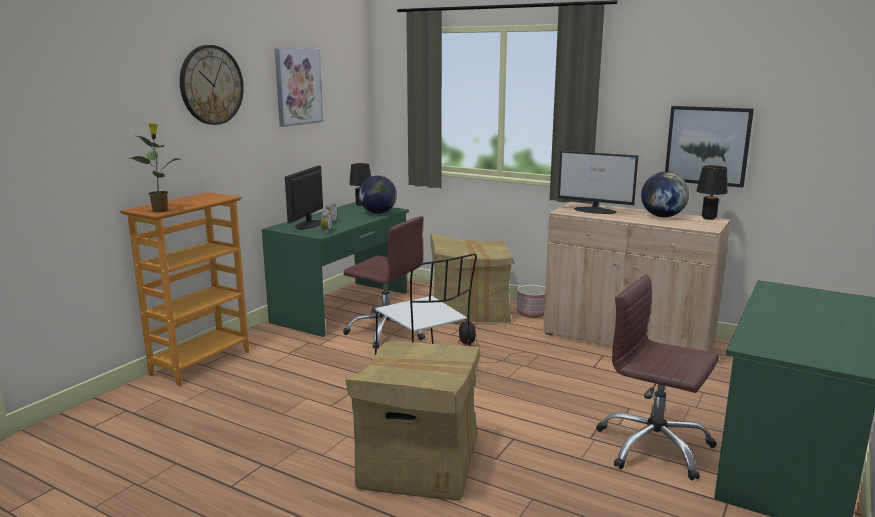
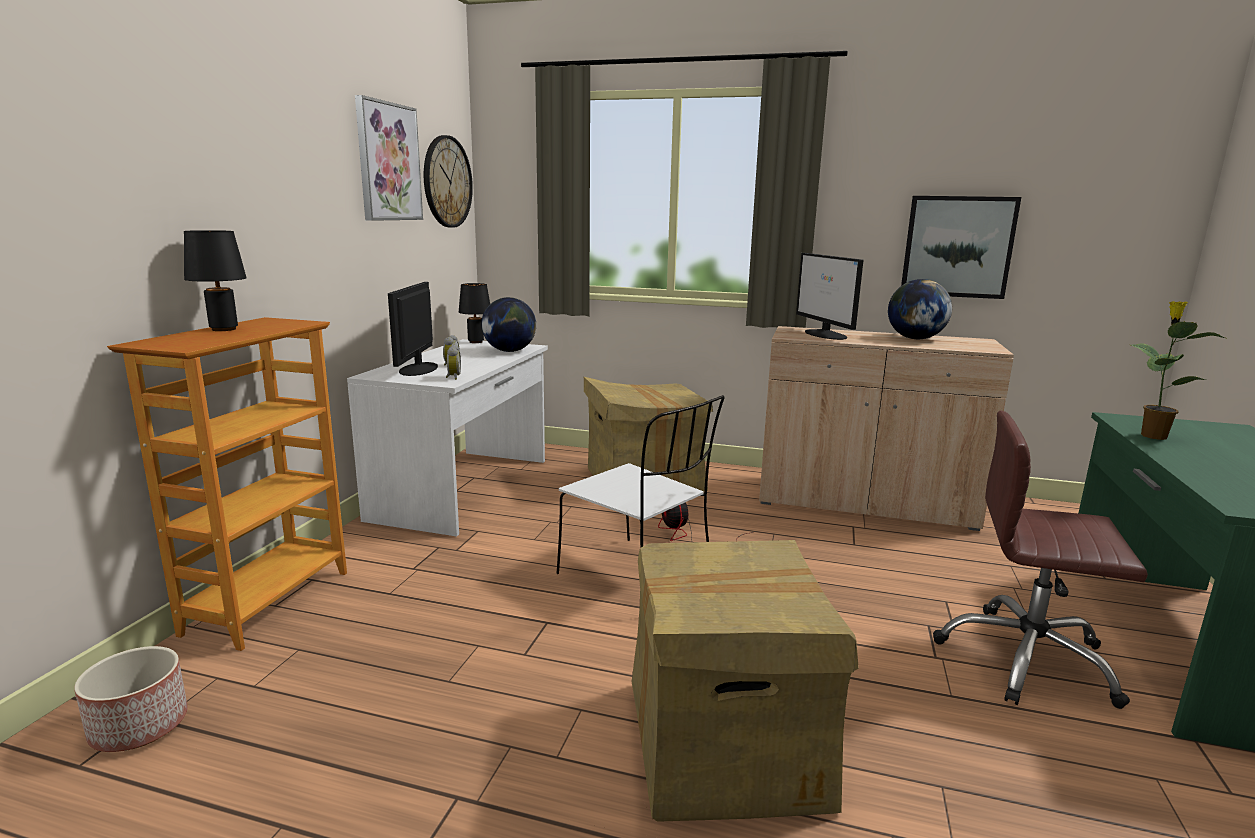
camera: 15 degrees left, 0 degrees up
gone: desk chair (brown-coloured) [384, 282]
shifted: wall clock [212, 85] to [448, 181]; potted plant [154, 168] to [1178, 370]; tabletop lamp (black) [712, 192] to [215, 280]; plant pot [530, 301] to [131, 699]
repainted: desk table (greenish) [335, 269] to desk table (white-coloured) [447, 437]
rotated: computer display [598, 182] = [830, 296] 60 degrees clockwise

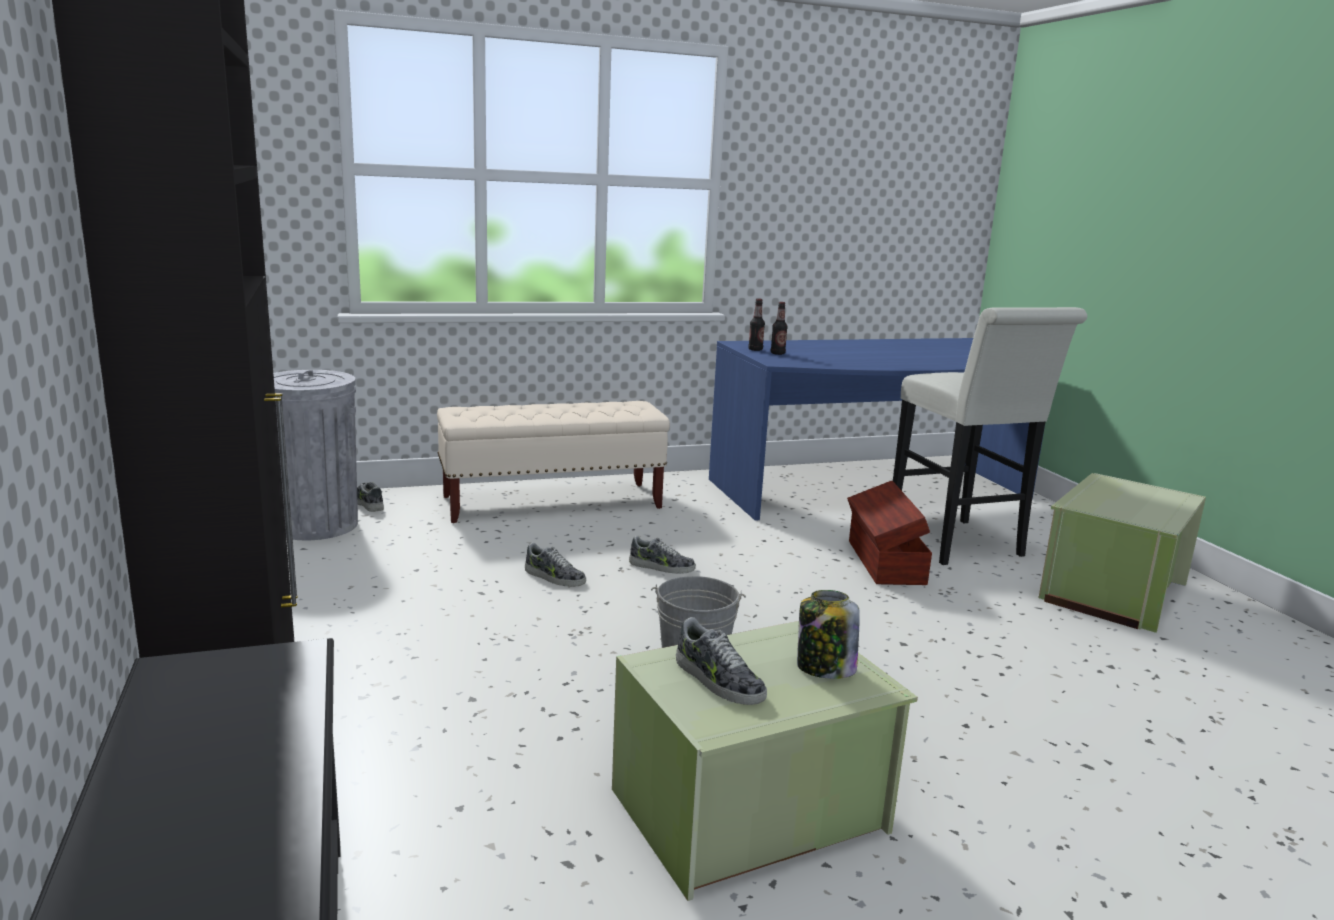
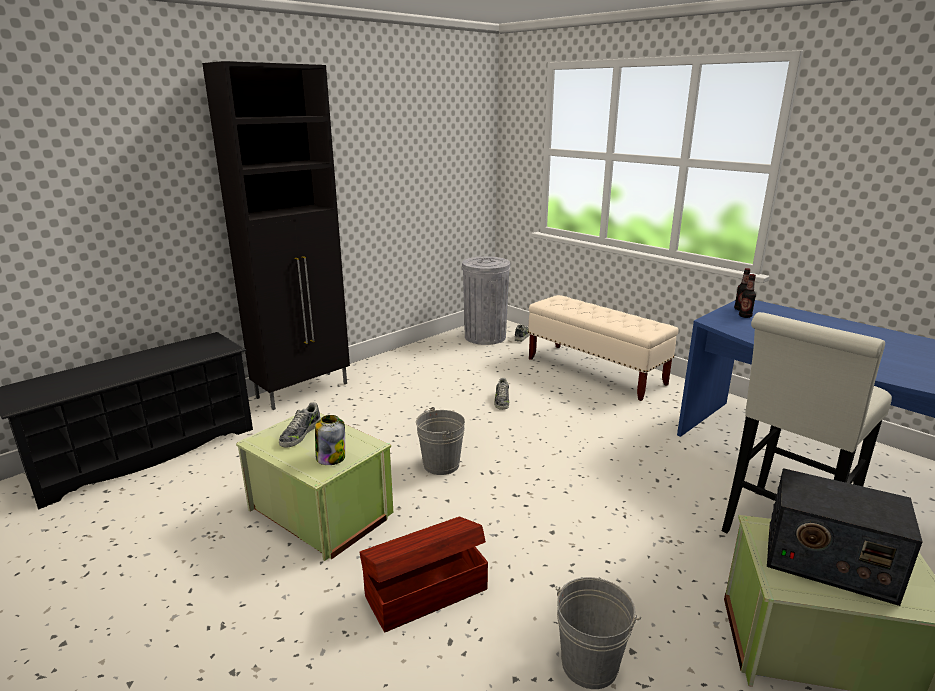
camera: 65 degrees right, 5 degrees up
gone: item of footwear [662, 555]
new: radio set [844, 537]; water bucket (gray) [598, 633]
shifted: storage box (brown-coloured) [889, 533] to [423, 574]

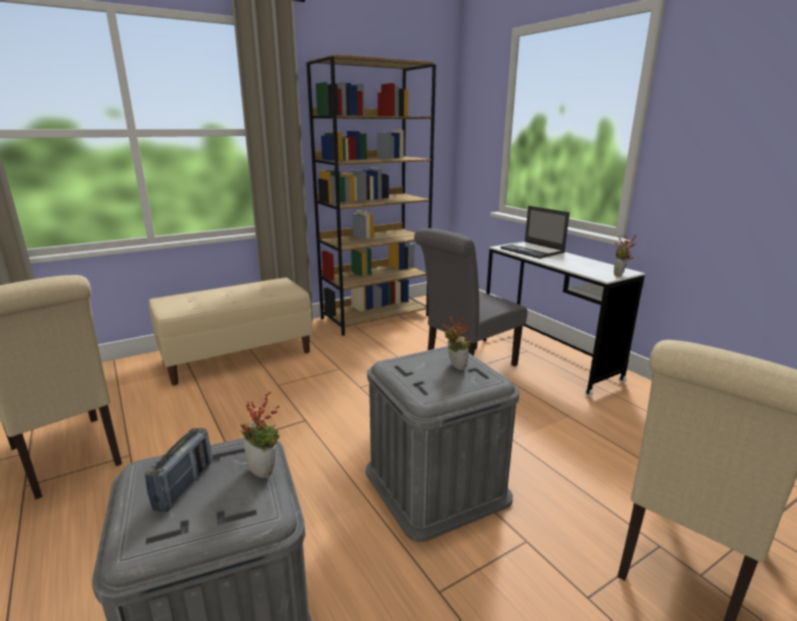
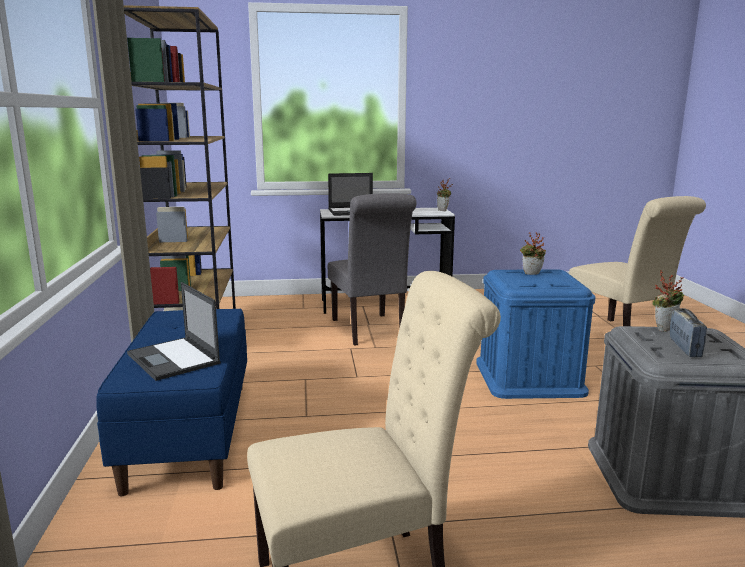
camera: 65 degrees left, 5 degrees down
new: notebook computer [174, 331]
repainted: indoor bench (beige-coloured) [231, 331] to indoor bench (bluish) [171, 402]; storage box (gray) [442, 444] to storage box (bluish) [536, 334]
rotated: radio set [178, 470] = [688, 332] 60 degrees clockwise

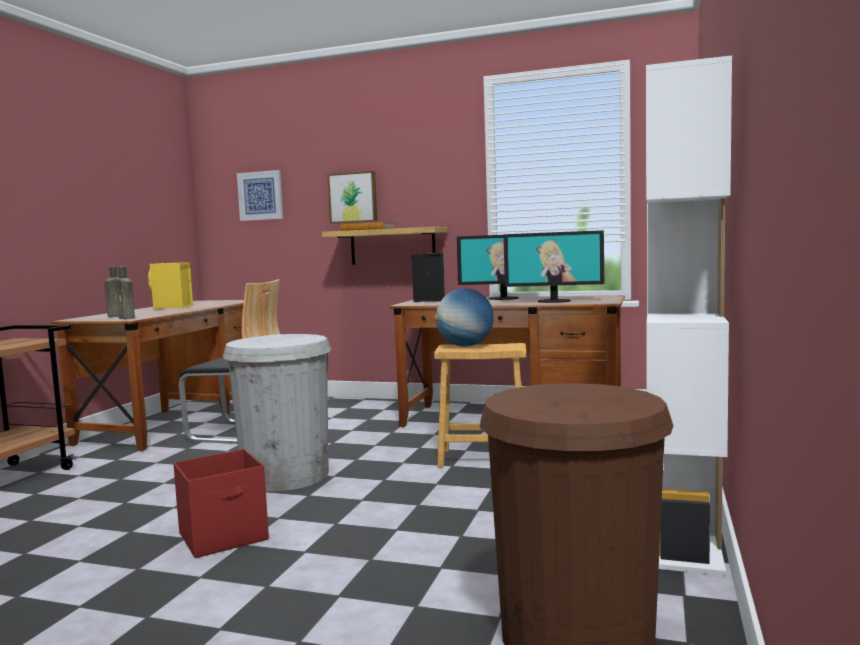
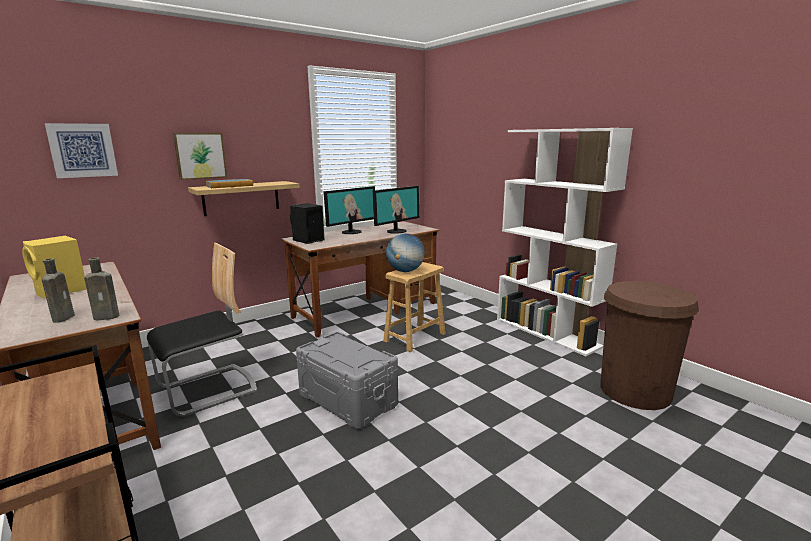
camera: 55 degrees left, 10 degrees up
gone: storage box (red-coloured) [221, 503]
swapped: trash can (white-coloured) [277, 412] to storage box (gray) [347, 380]

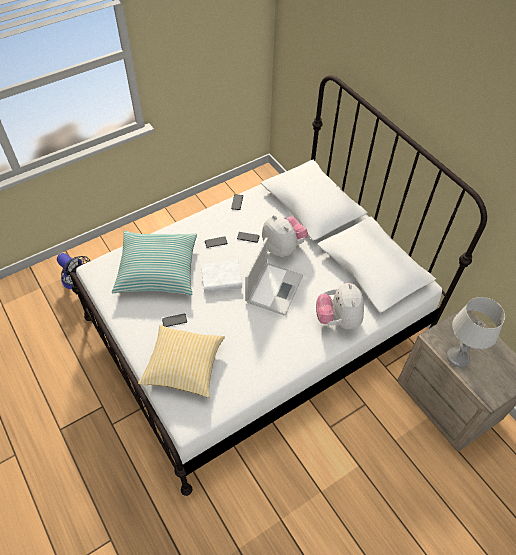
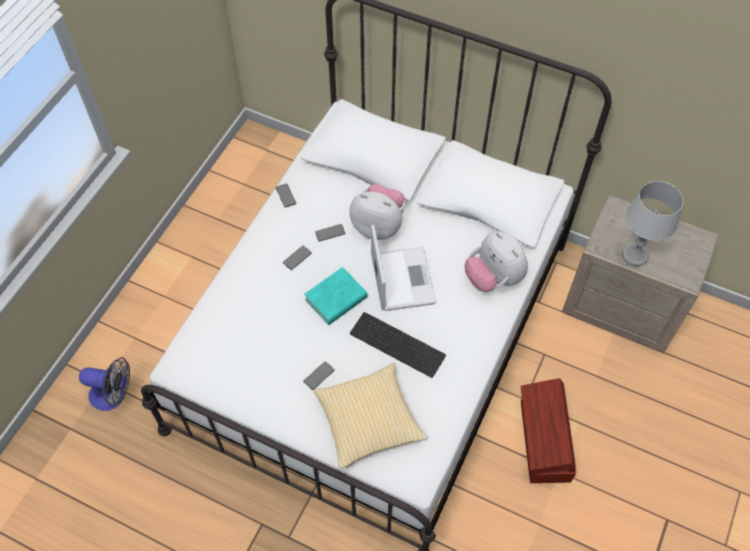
camera: 30 degrees left, 5 degrees up
gone: cushion [154, 263]
new: computer keyboard [398, 345]; storage box (brown-coloured) [548, 430]
repainted: bound book (white-coloured) [221, 276] to bound book (turquoise-coloured) [336, 296]

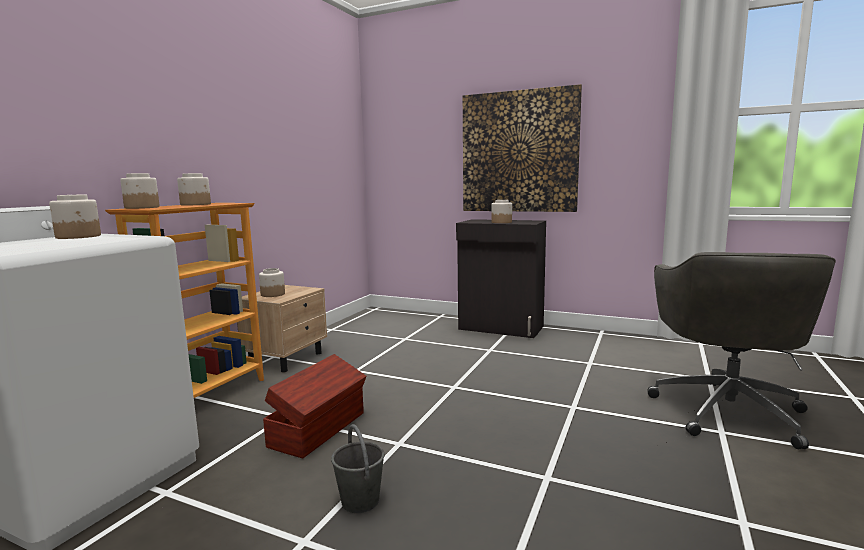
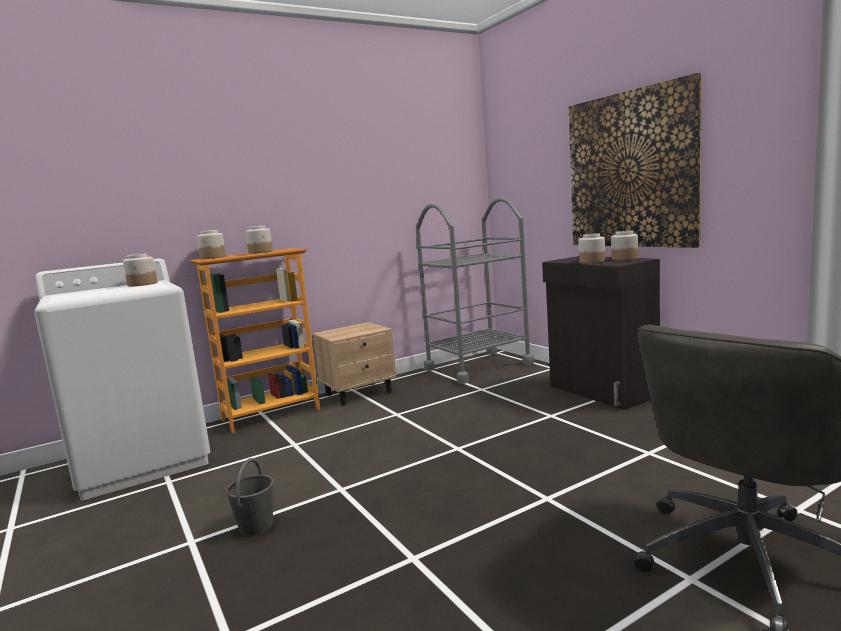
camera: 35 degrees right, 0 degrees up
gone: storage box (brown-coloured) [314, 406]
new: cart (gray) [475, 291]
shifted: jar [272, 282] to [624, 246]

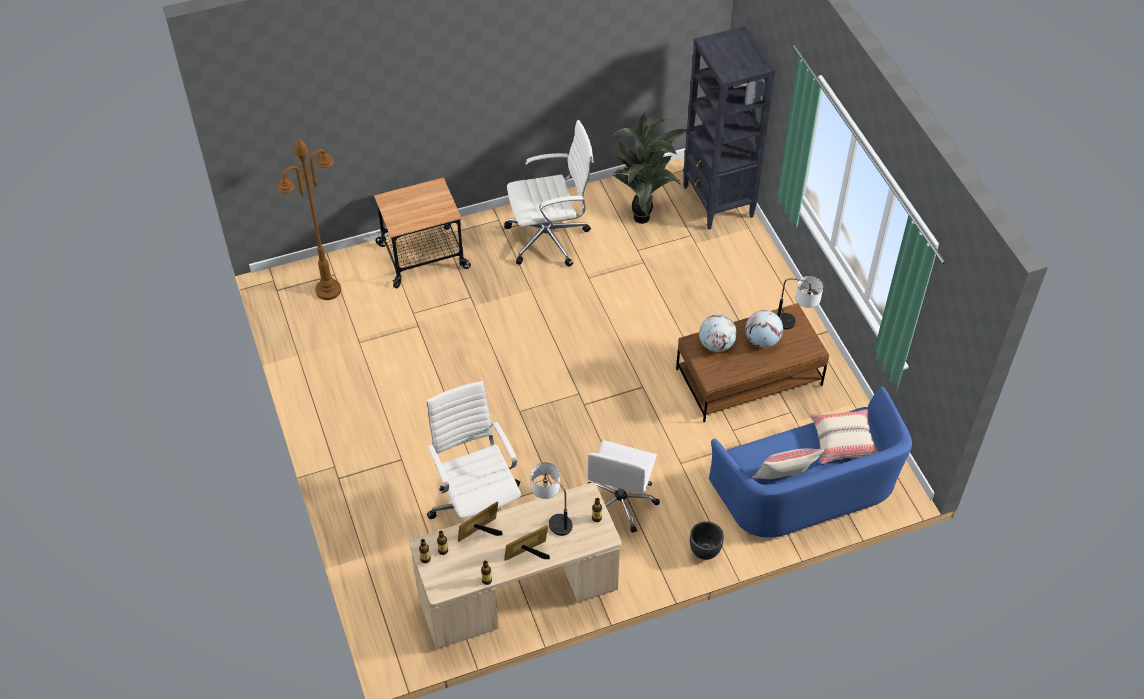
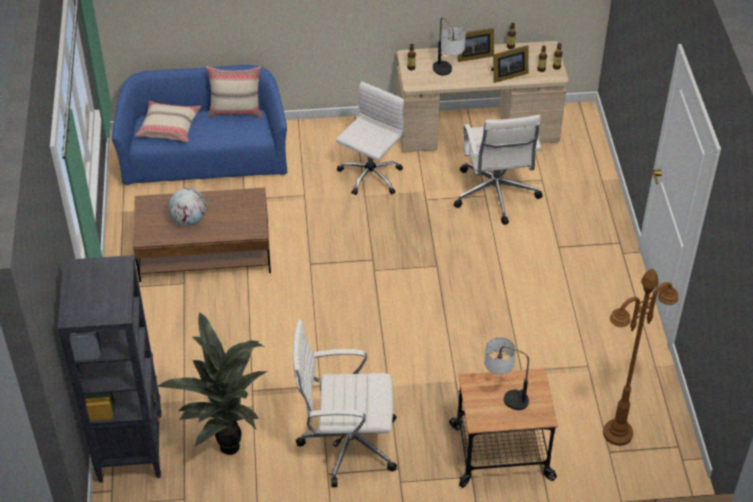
camera: 165 degrees left, 5 degrees down
gone: world globe [718, 333]; plant pot (black) [707, 540]
shifted: tabletop lamp [799, 302] to [507, 373]

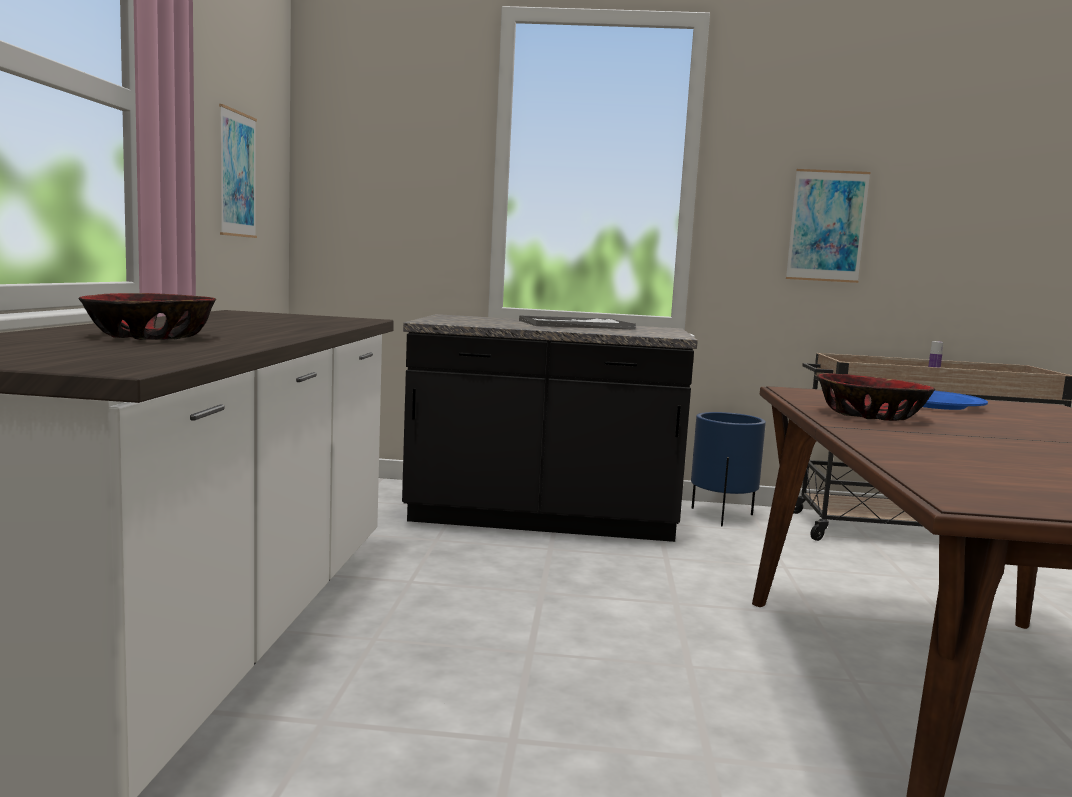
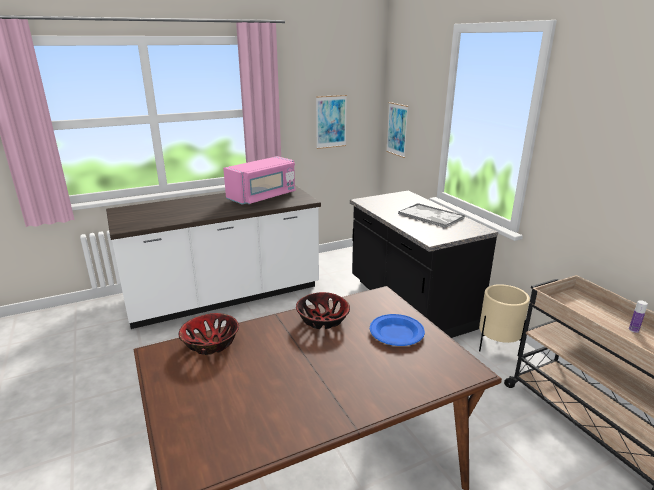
camera: 60 degrees right, 15 degrees up
new: kitchen microwave (pink-coloured) [259, 180]
shifted: picture [828, 226] to [397, 130]; serving bowl [147, 316] to [209, 334]
repainted: plant pot (bluish) [728, 469] to plant pot (beige-coloured) [504, 320]

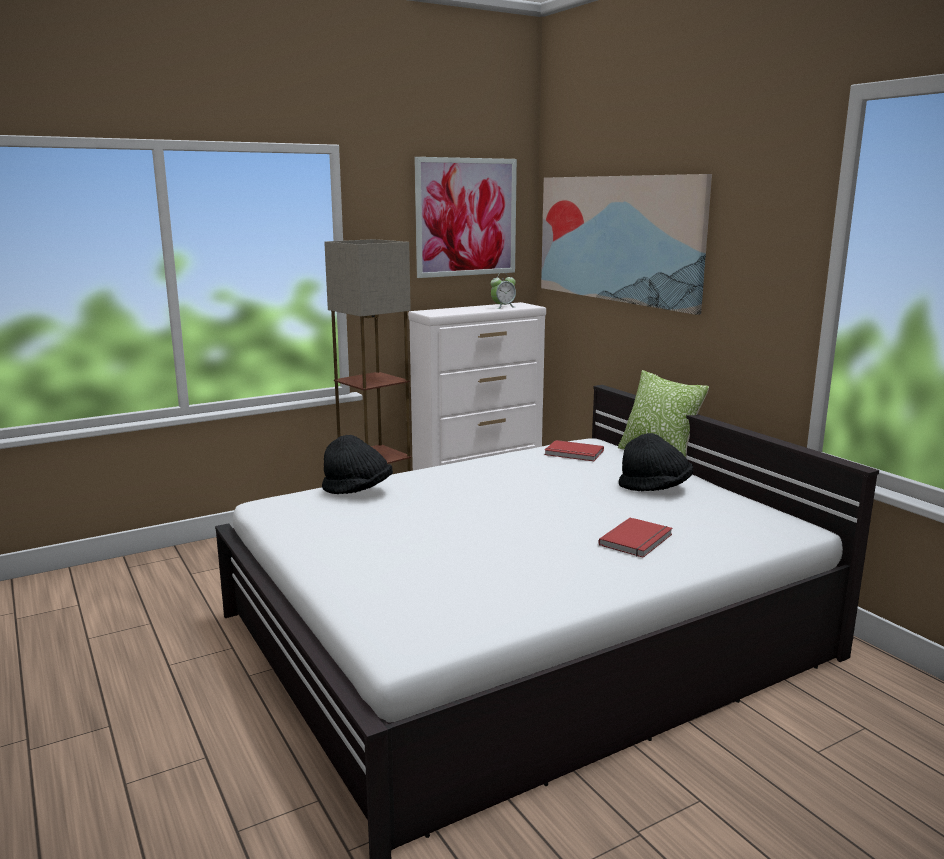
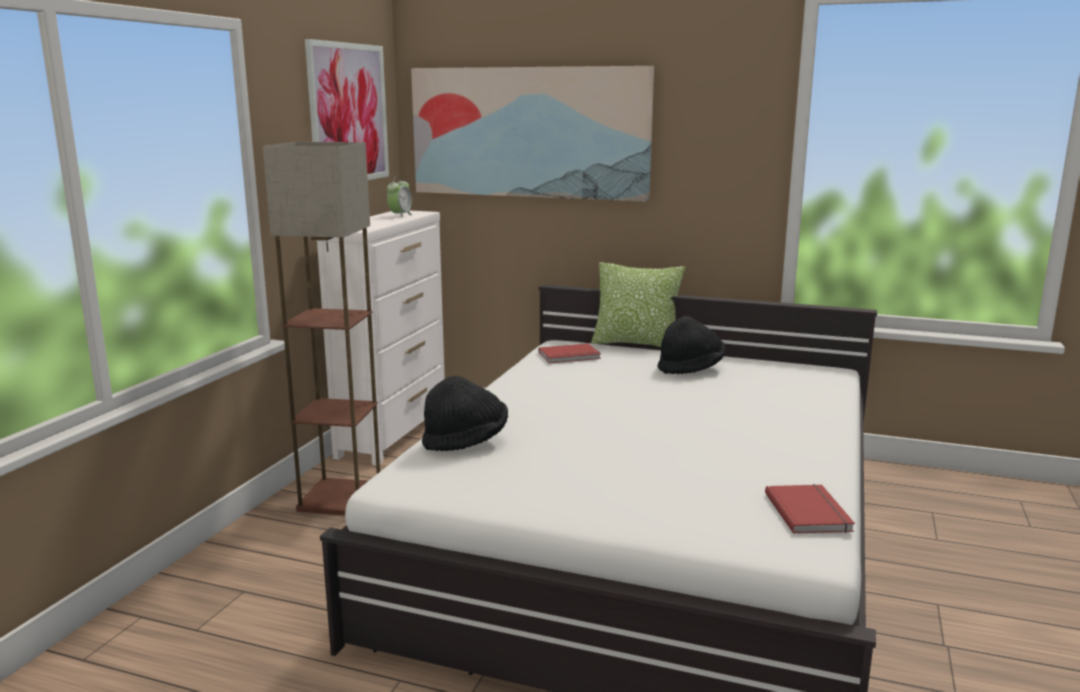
camera: 40 degrees left, 0 degrees up
shifted: bound book (red-coloured) [635, 537] to [810, 509]

